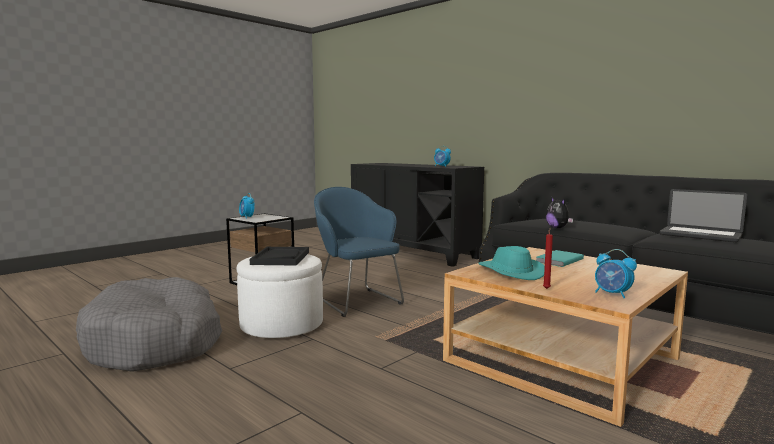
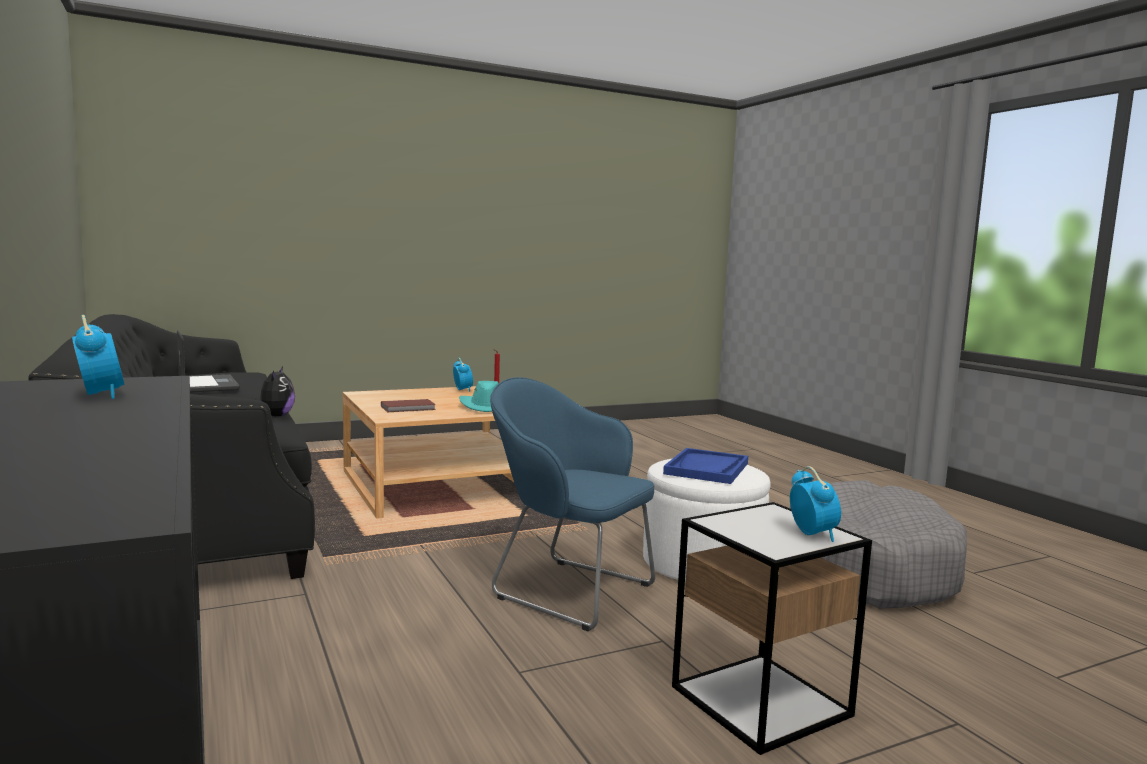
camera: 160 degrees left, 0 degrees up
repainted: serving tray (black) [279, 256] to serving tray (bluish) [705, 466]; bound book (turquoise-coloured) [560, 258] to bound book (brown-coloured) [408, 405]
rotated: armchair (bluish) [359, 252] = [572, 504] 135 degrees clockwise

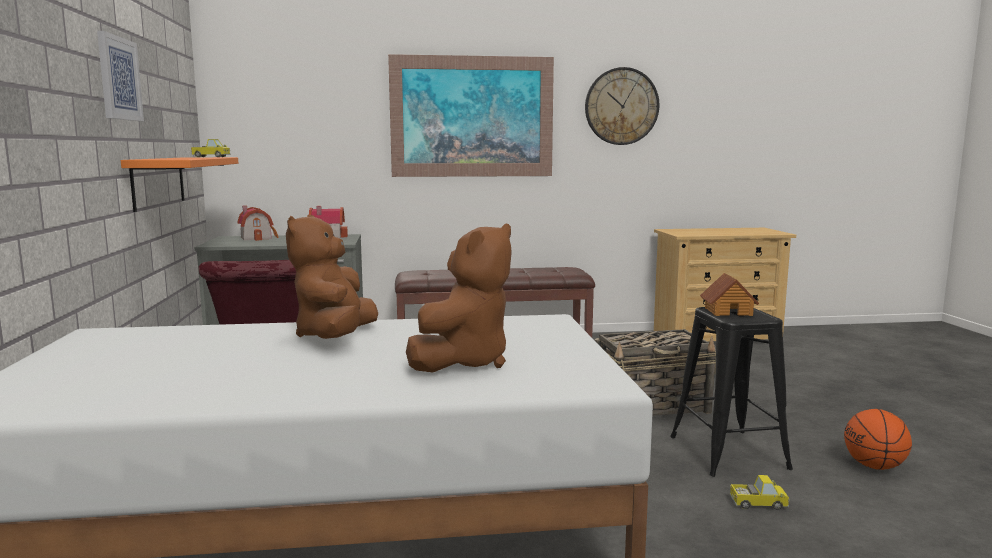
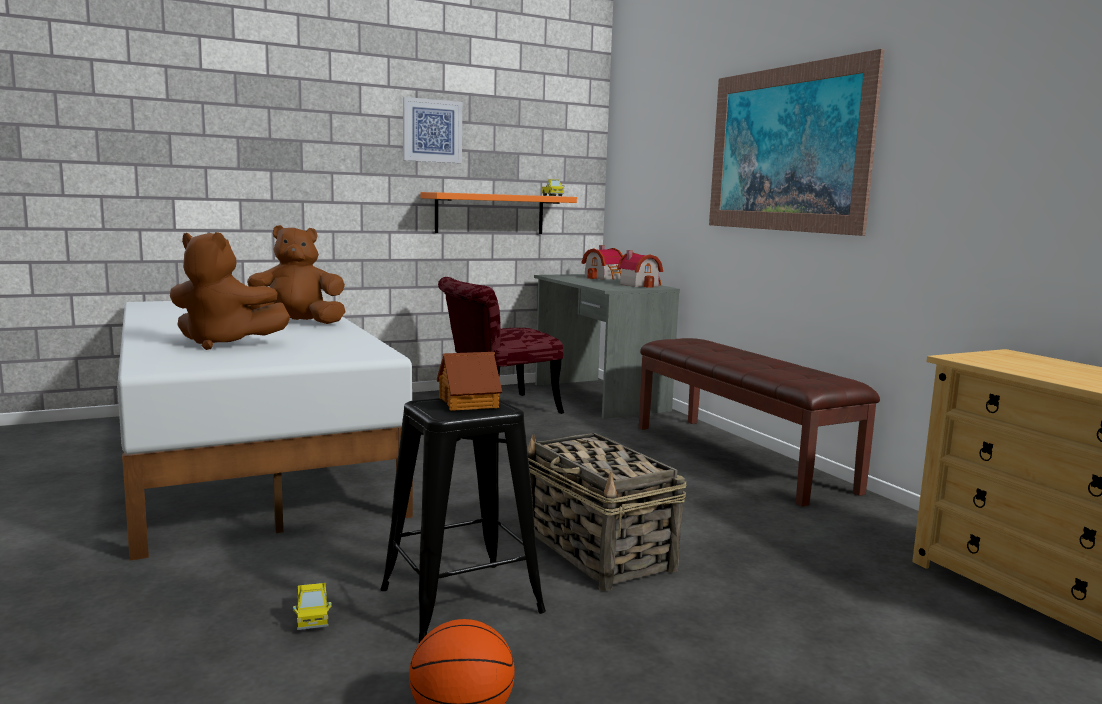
camera: 70 degrees right, 0 degrees up
gone: wall clock [622, 106]

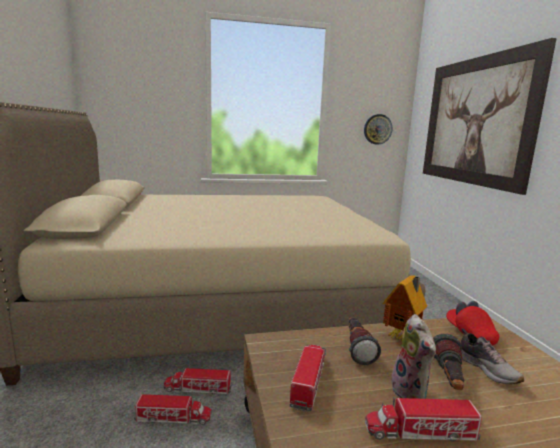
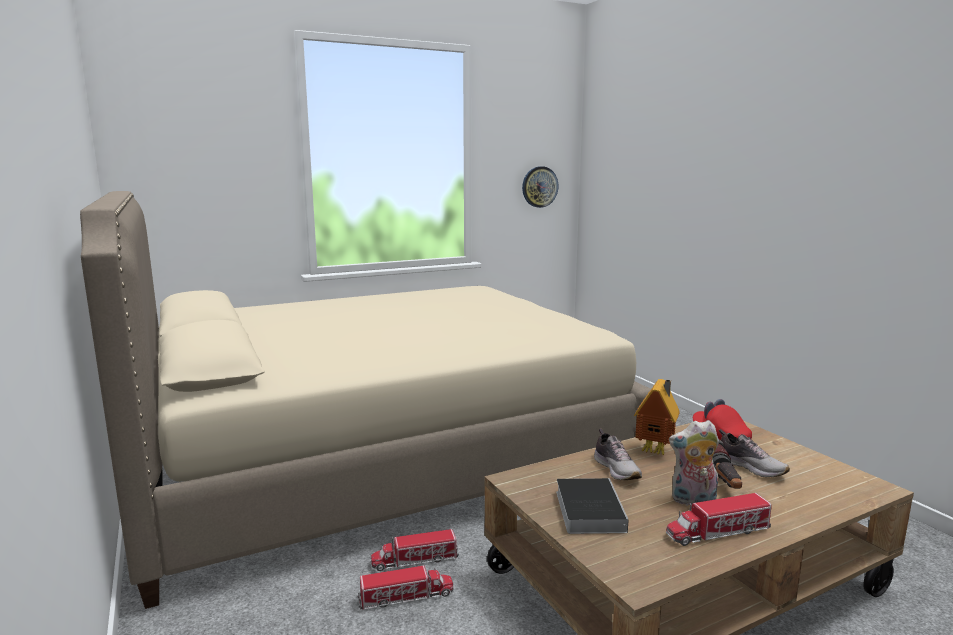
camera: 15 degrees left, 0 degrees up
gone: picture [490, 116]
swapped: hand torch [364, 341] to item of footwear [618, 454]; toy lorry [308, 378] to bound book [592, 506]
rotated: plush toy [413, 356] = [694, 463] 120 degrees clockwise

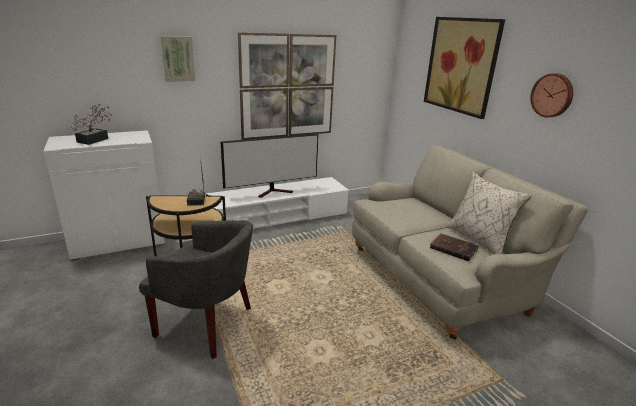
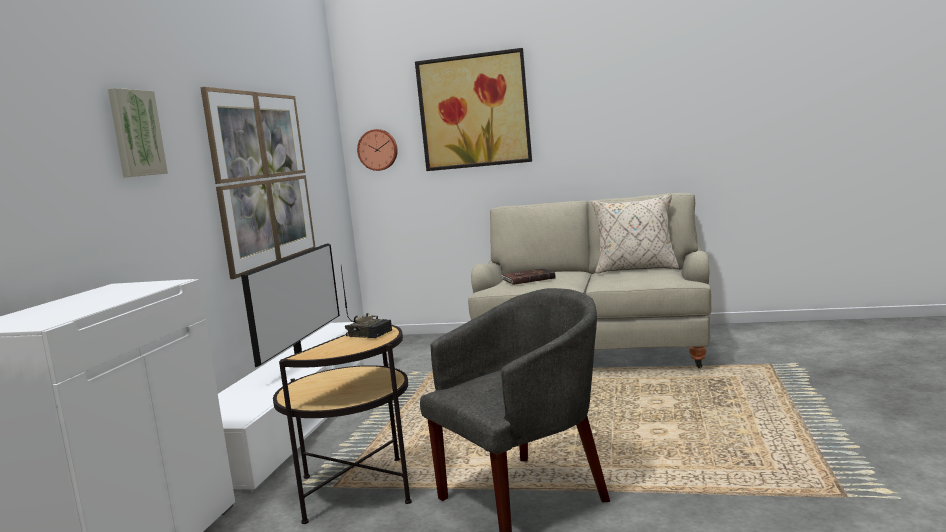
camera: 50 degrees left, 15 degrees down
gone: potted plant [91, 124]
shifted: wall clock [551, 95] to [377, 150]; bound book (brown-coloured) [454, 247] to [528, 276]

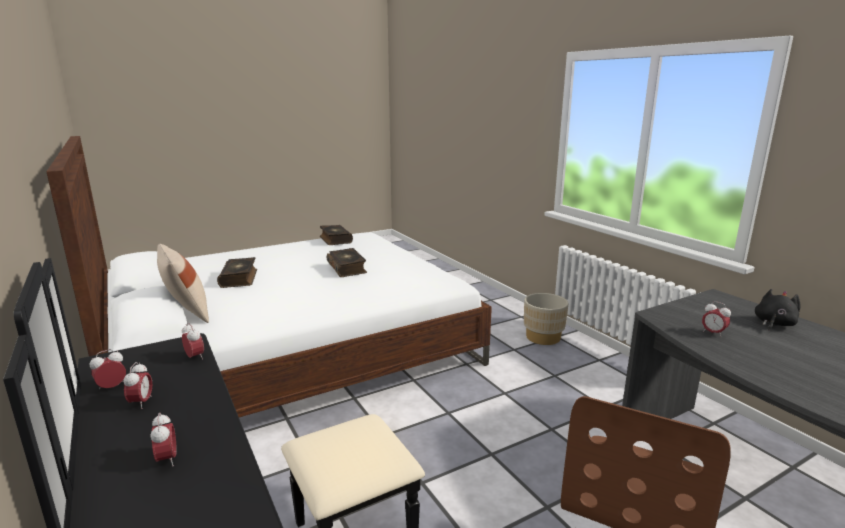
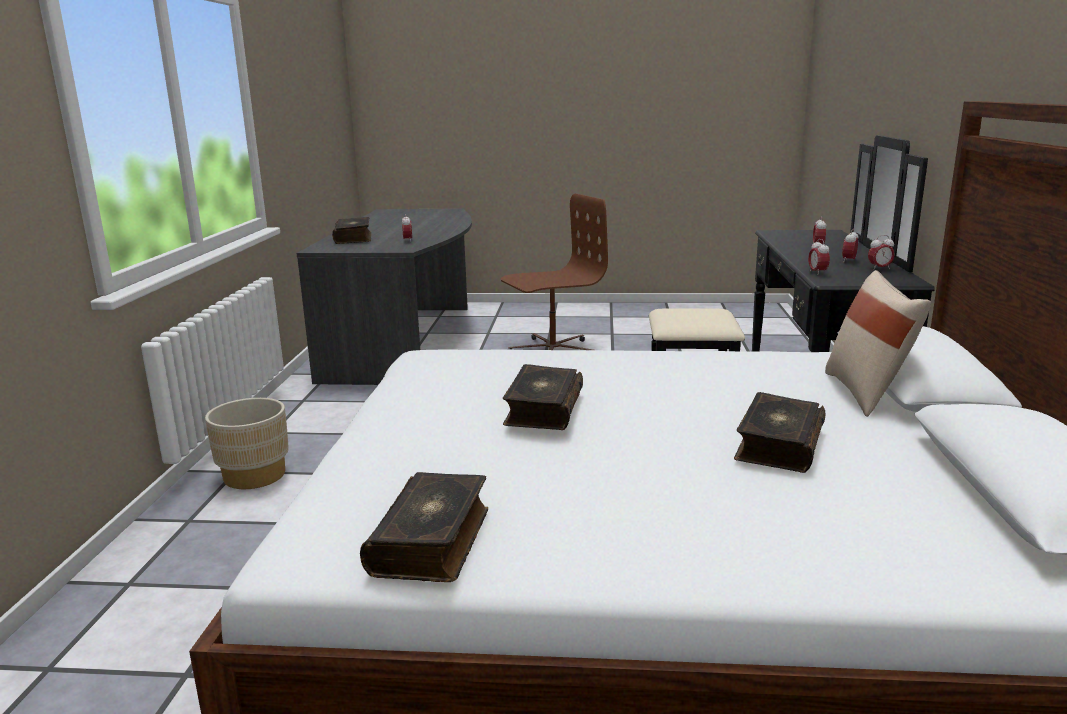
camera: 145 degrees left, 0 degrees up
swapped: plush toy (black) [778, 310] to bound book [351, 230]

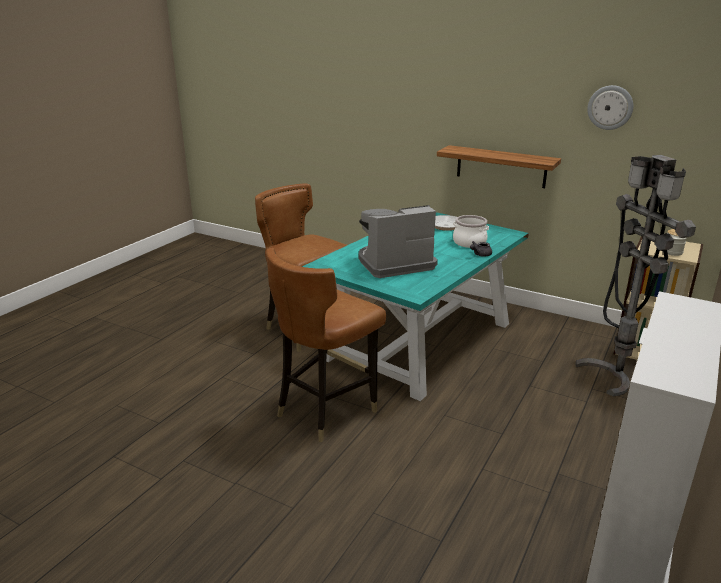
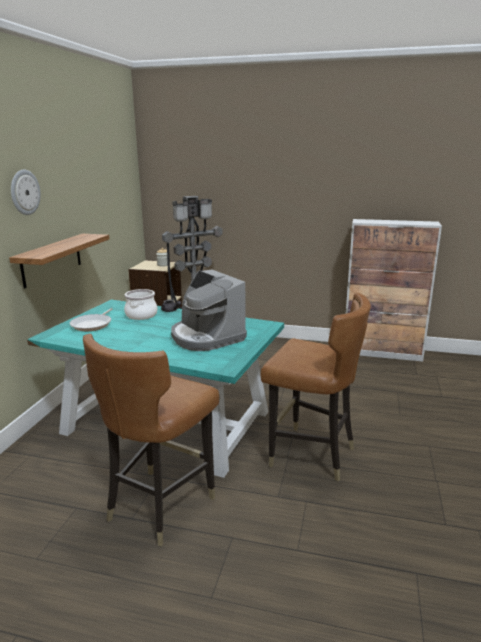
camera: 105 degrees left, 5 degrees down
shifted: wall clock [610, 107] to [26, 192]

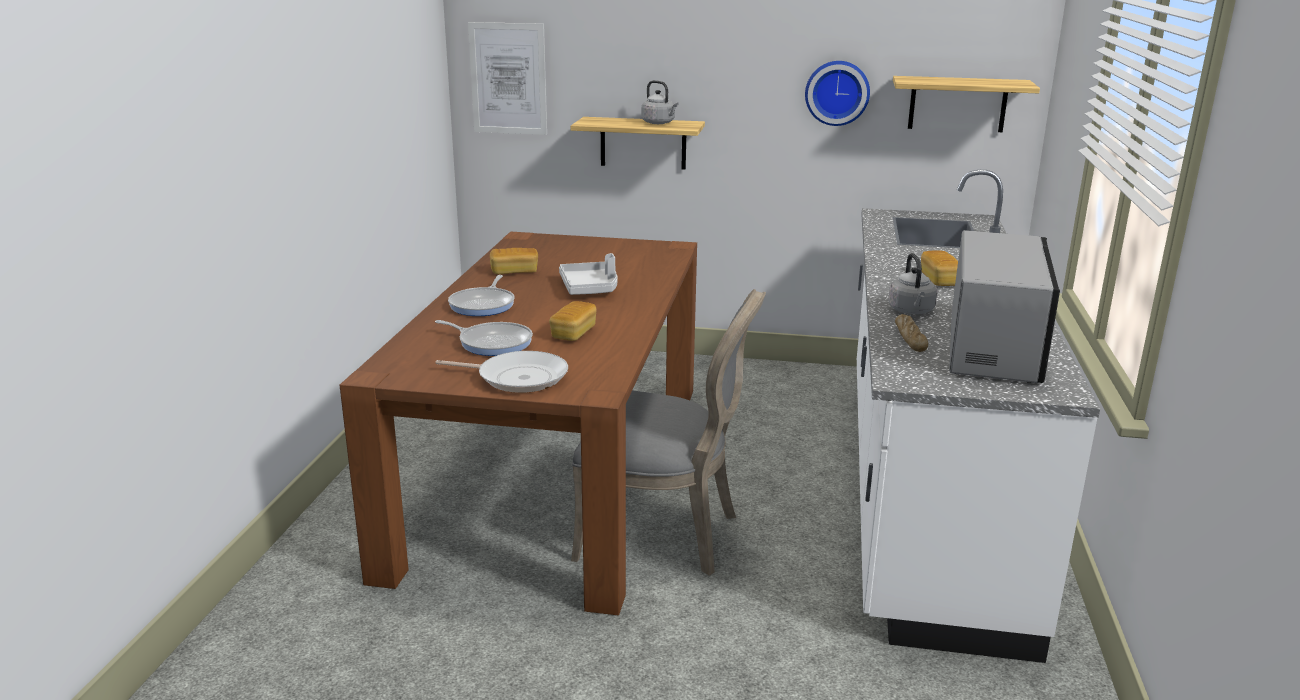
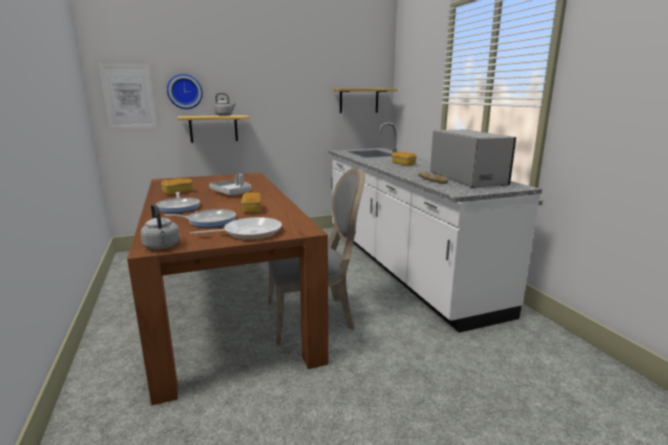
camera: 30 degrees left, 5 degrees down
shifted: wall clock [837, 93] to [185, 91]; tea kettle (gray) [913, 283] to [160, 226]

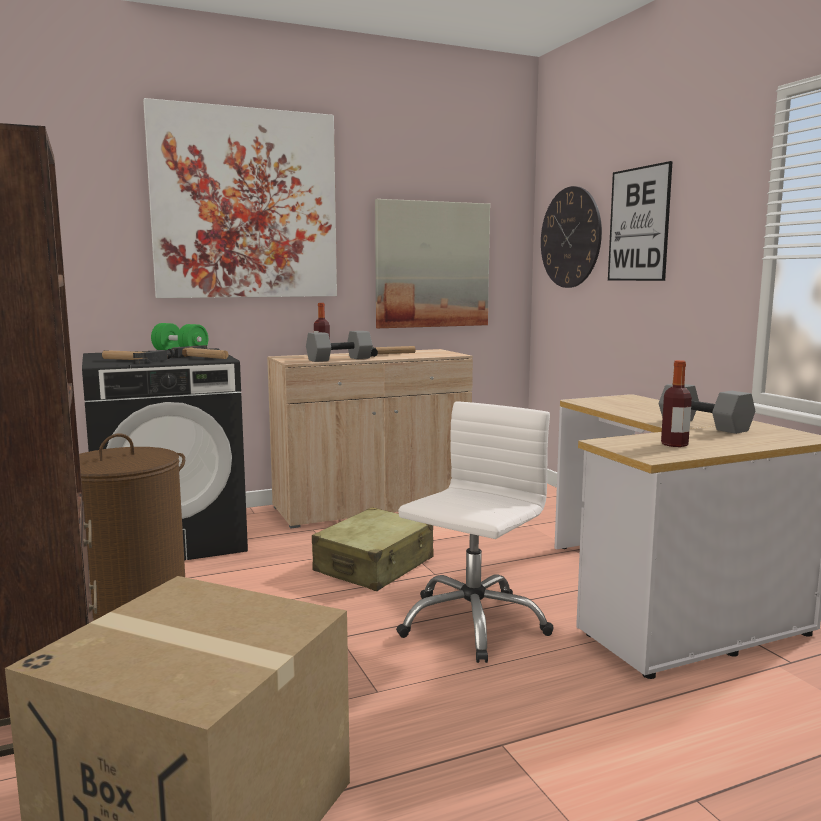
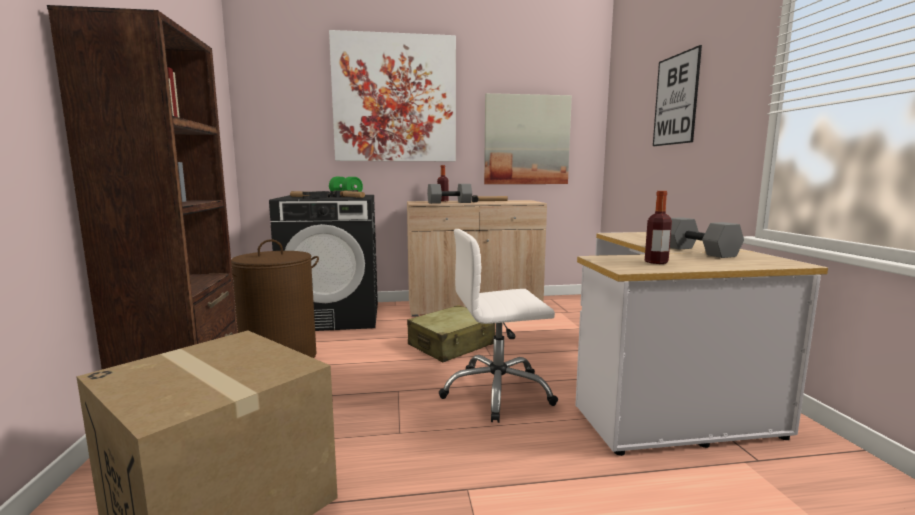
camera: 15 degrees right, 0 degrees up
gone: wall clock [571, 237]
rotated: desk chair (white-coloured) [475, 532] = [498, 326] 150 degrees counterclockwise

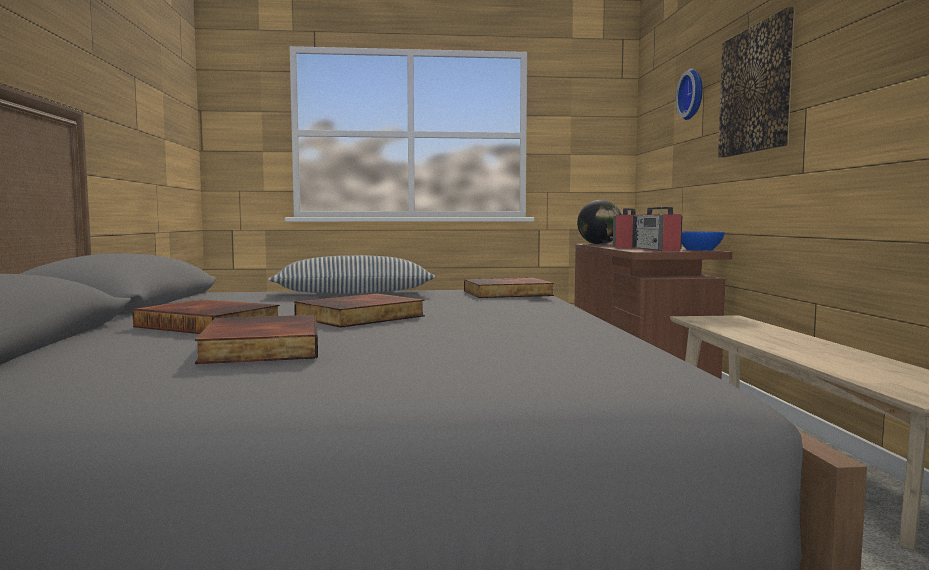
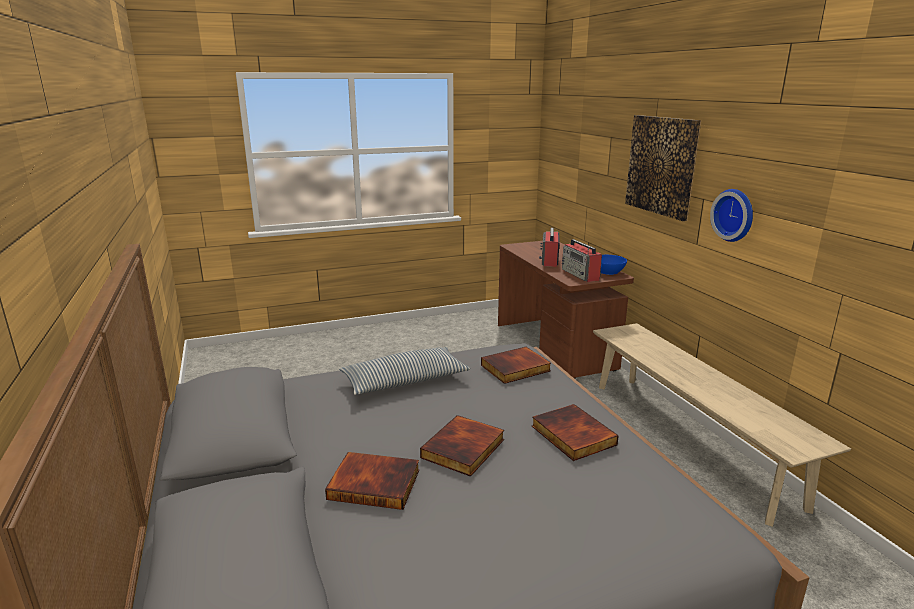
camera: 15 degrees left, 15 degrees up
gone: world globe [599, 222]
shifted: wall clock [689, 94] to [731, 215]; bound book [256, 339] to [575, 432]

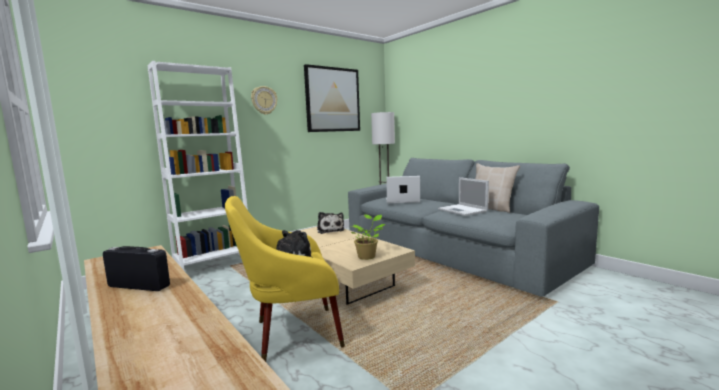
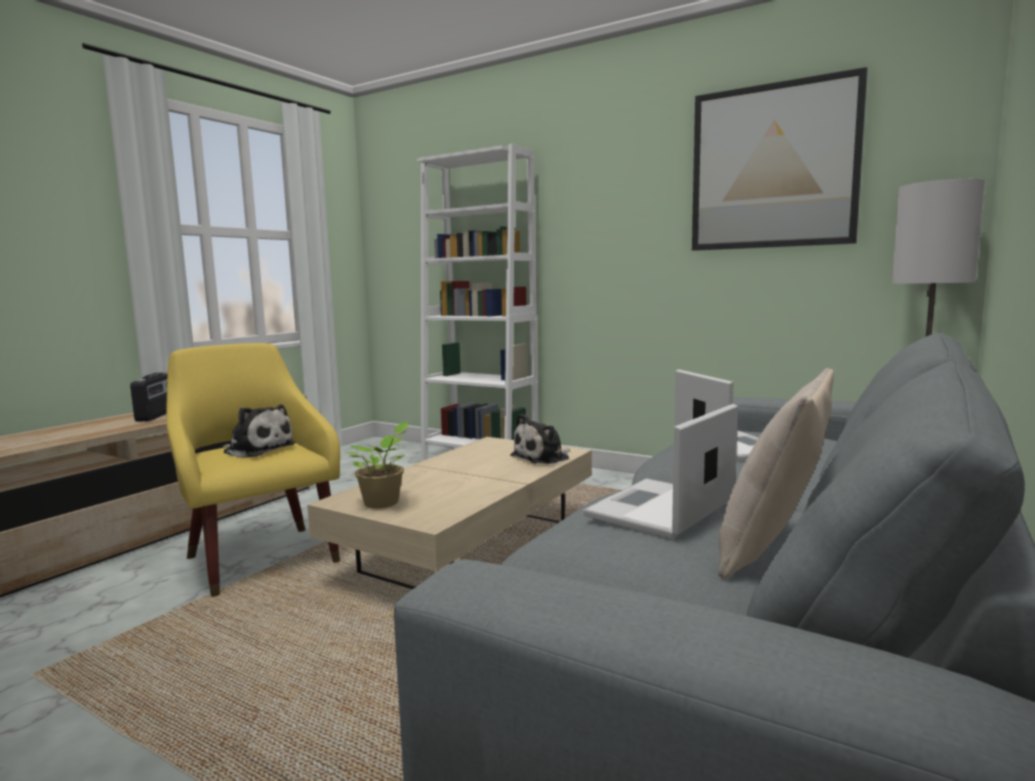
camera: 70 degrees right, 0 degrees up
gone: wall clock [264, 100]

